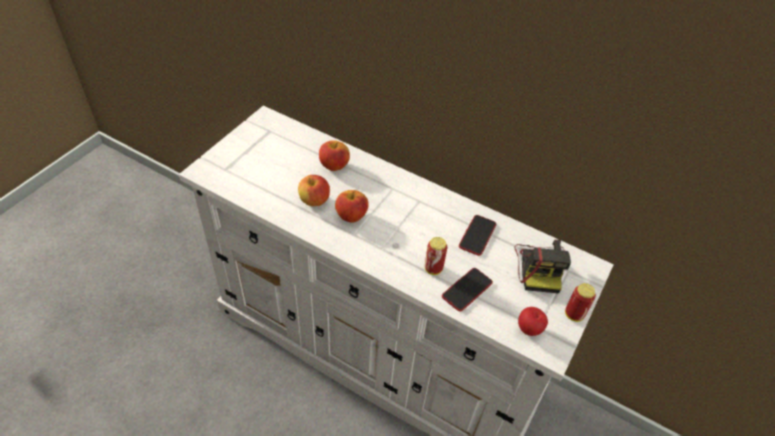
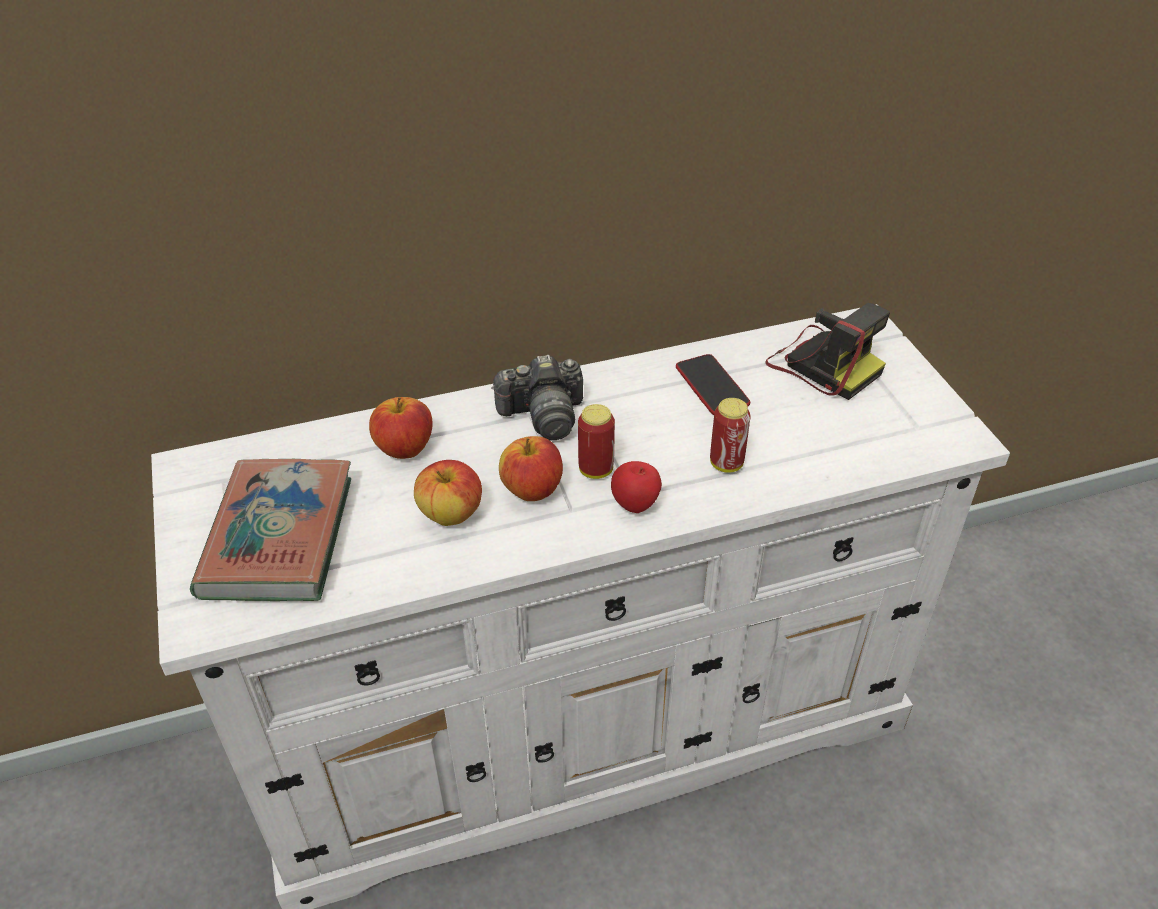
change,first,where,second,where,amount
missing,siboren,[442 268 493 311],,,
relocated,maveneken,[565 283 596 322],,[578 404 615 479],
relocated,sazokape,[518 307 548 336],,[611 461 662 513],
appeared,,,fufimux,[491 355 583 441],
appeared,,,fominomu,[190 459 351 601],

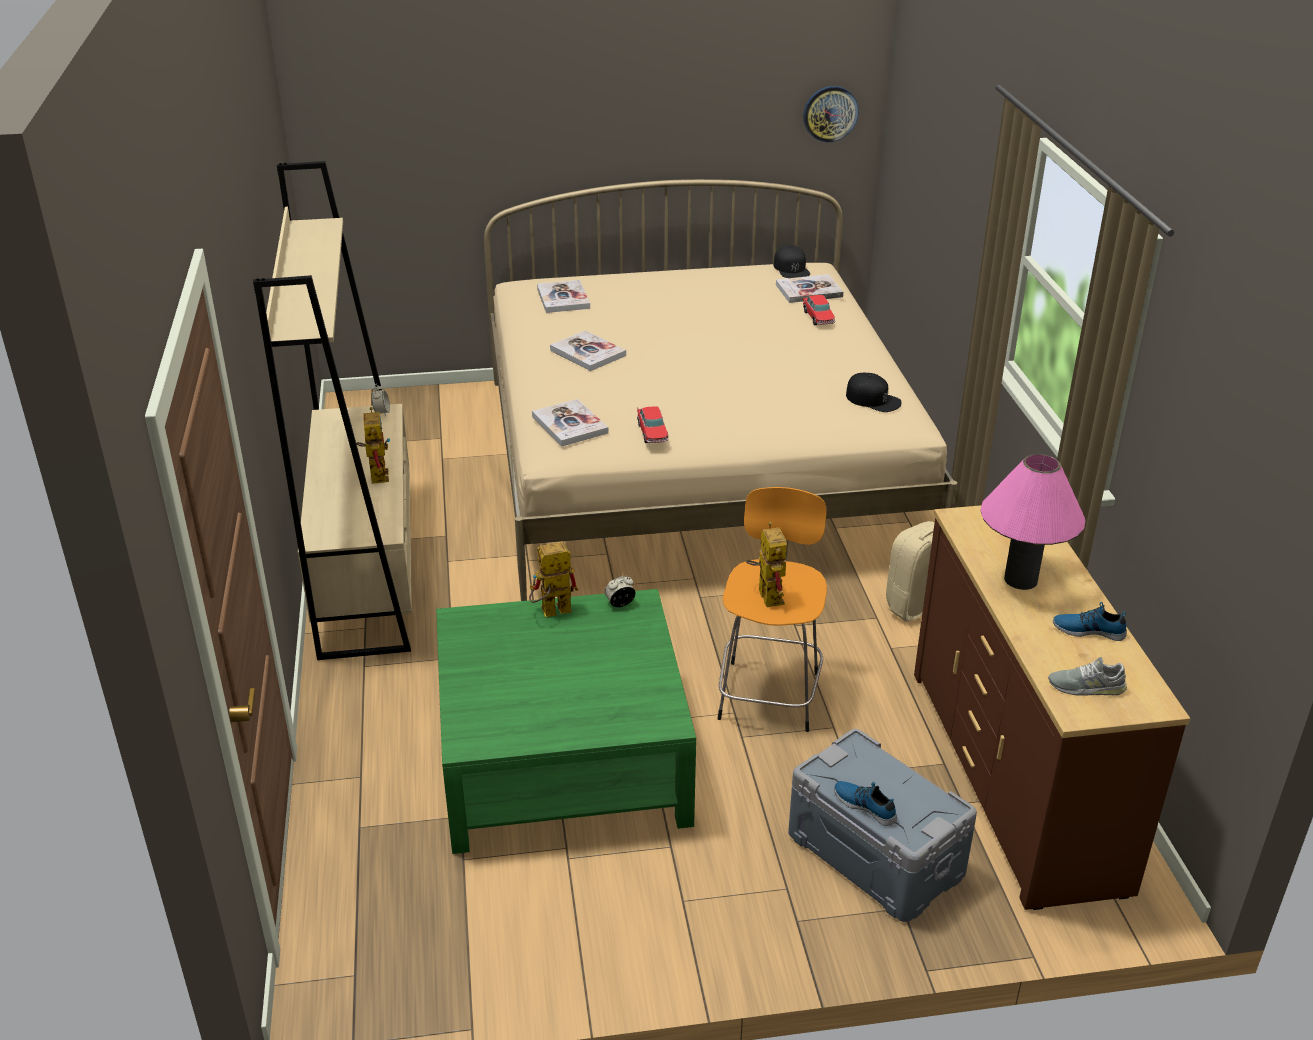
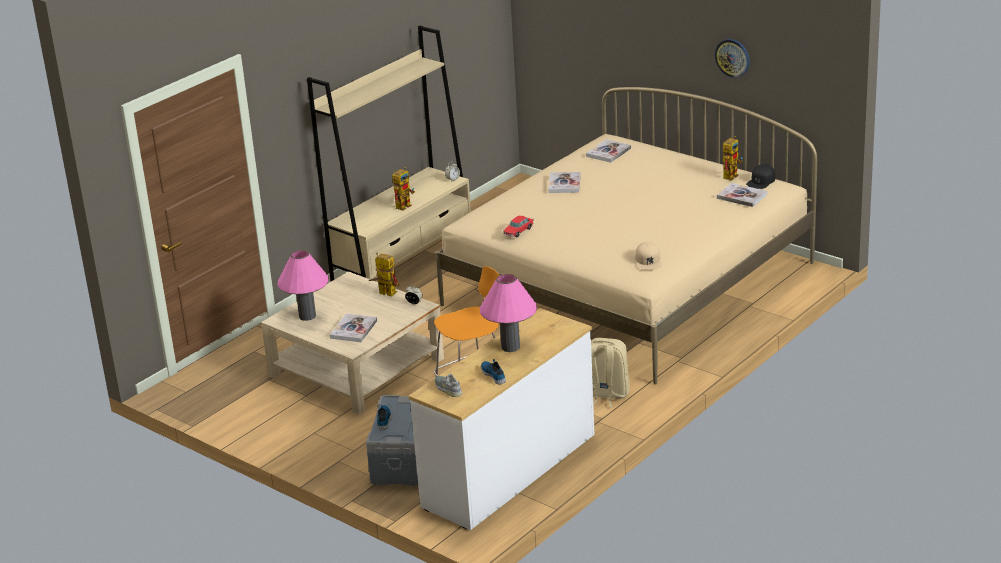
change,first,where,second,where,amount
relocated,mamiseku,[803 86 859 142],,[715 39 750 78],
missing,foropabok,[803 295 835 325],,,
colour,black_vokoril,[846 373 902 412],beige_vokoril,[635 242 662 270],
relocated,fominomu,[532 399 609 446],,[330 314 377 342],
colour,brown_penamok,[914 505 1190 910],white_penamok,[409 308 594 530],
relocated,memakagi,[745 522 787 607],,[723 136 743 181],
colour,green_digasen,[436 589 696 854],beige_digasen,[261 271 444 415],
appeared,,,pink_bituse,[277 250 329 321],

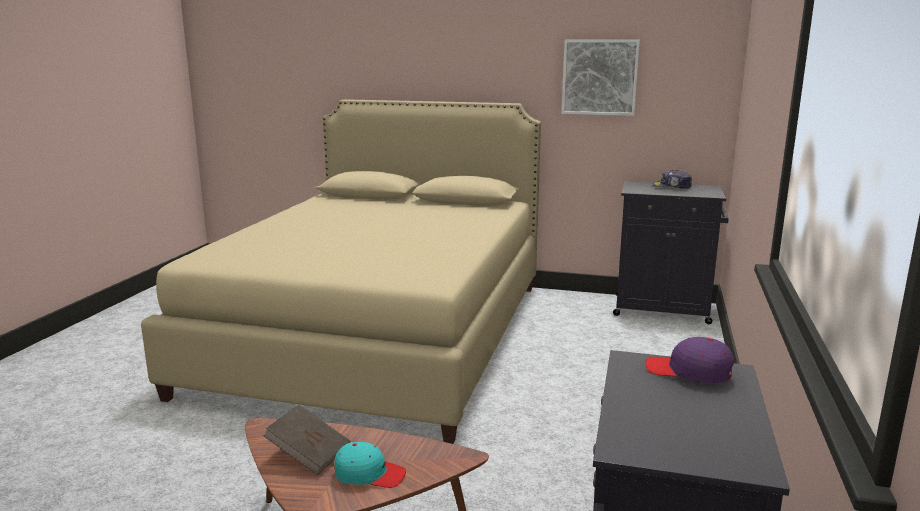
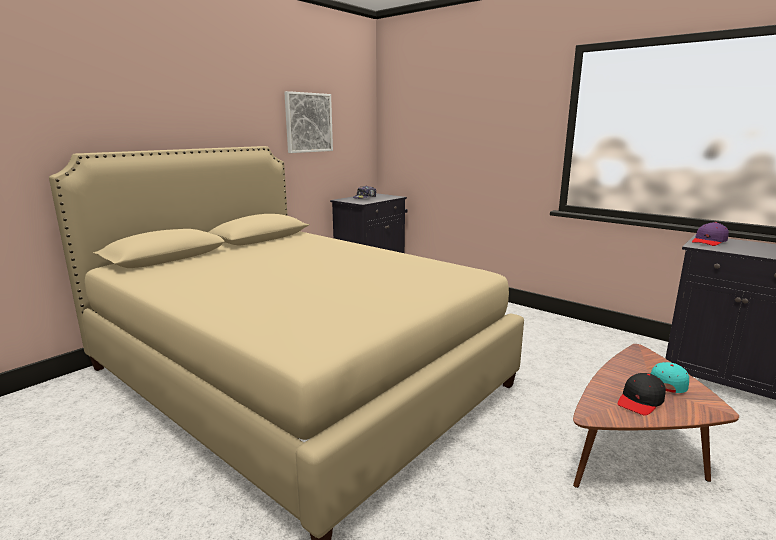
change,first,where,second,where,amount
exchanged,brown_fominomu,[263 404 350 475],black_vokoril,[618 373 666 416],

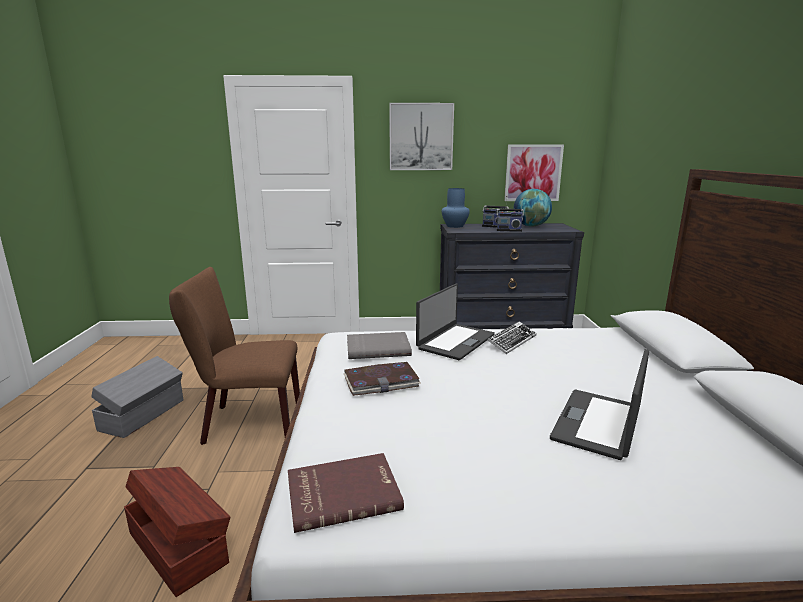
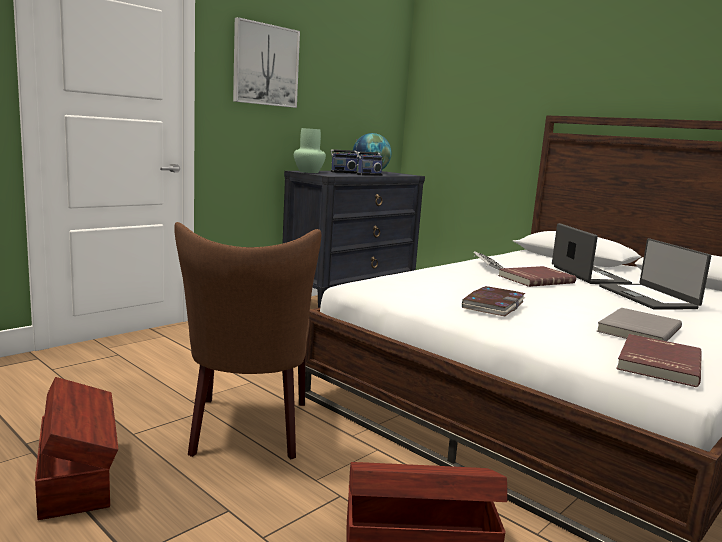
change,first,where,second,where,amount
missing,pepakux,[504 144 564 201],,,
colour,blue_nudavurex,[442 188 470 228],green_nudavurex,[294 128 326 173],
spun,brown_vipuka,[169 267 300 445],,[174 222 321 459],45 degrees counterclockwise
relocated,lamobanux,[416 284 495 360],,[552 223 632 284],
relocated,grey_fominomu,[347 332 412 359],,[597 308 682 341],
colour,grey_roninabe,[91 356 183 438],brown_roninabe,[35 377 118 520],
appeared,,,red_fominomu,[498 266 576 287],

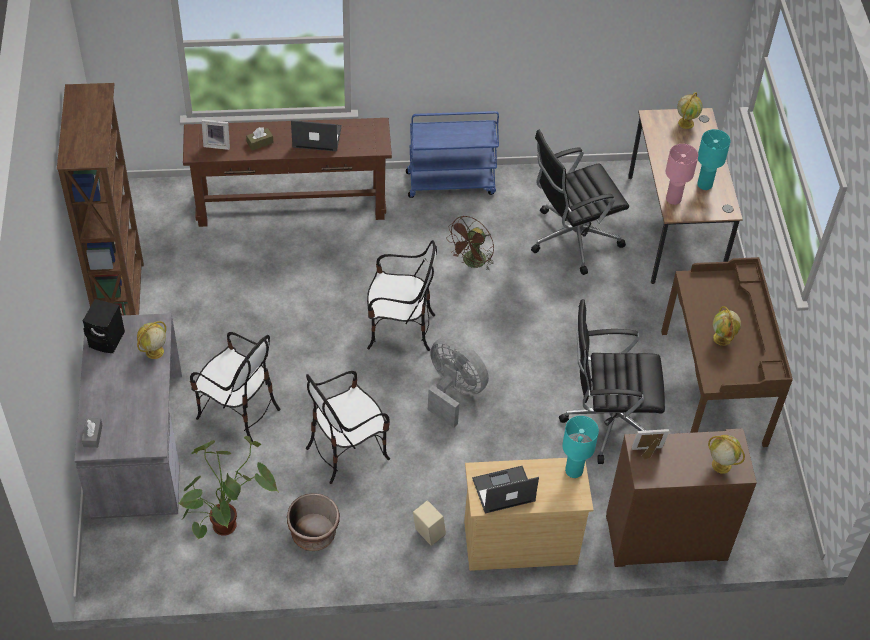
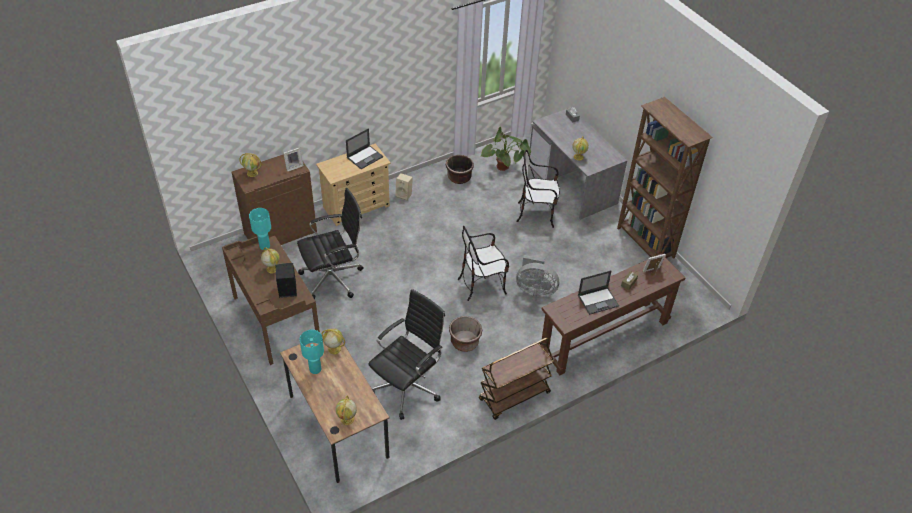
change,first,where,second,where,amount
colour,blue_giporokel,[406 111 499 198],brown_giporokel,[479 338 554 420],
exchanged,pink_bituse,[666 144 698 205],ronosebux,[322 328 345 354],
exchanged,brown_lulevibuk,[446 216 494 270],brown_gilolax,[449 316 482 352],
relocated,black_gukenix,[83 299 125 353],,[275 263 297 298],
relocated,grey_lulevibuk,[428 336 489 428],,[516 255 559 297],
missing,vipuka,[306 371 390 484],,,
relocated,turquoise_bituse,[562 416 599 478],,[249 208 271 250],

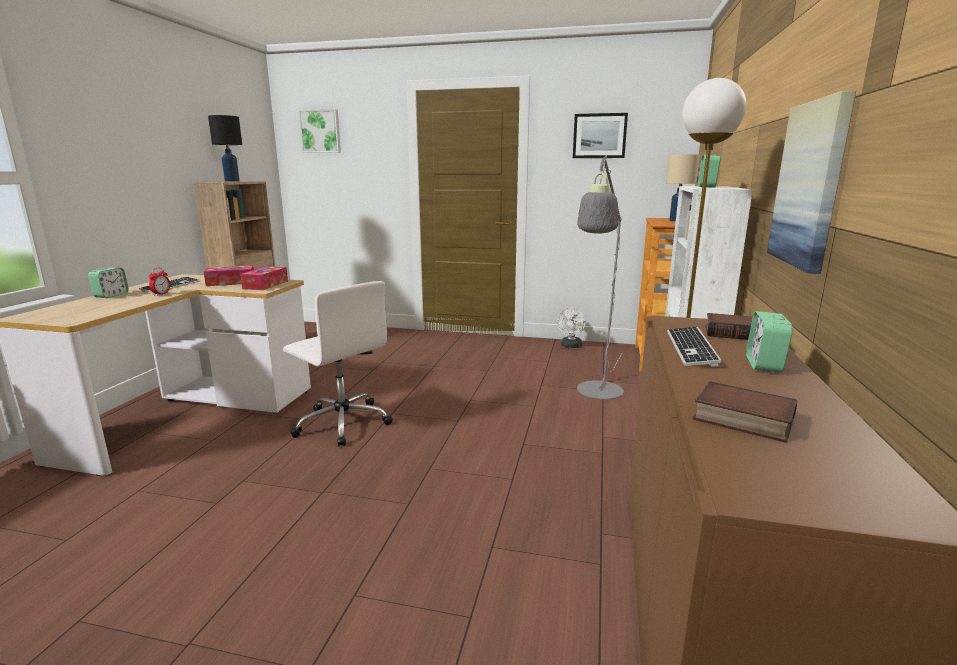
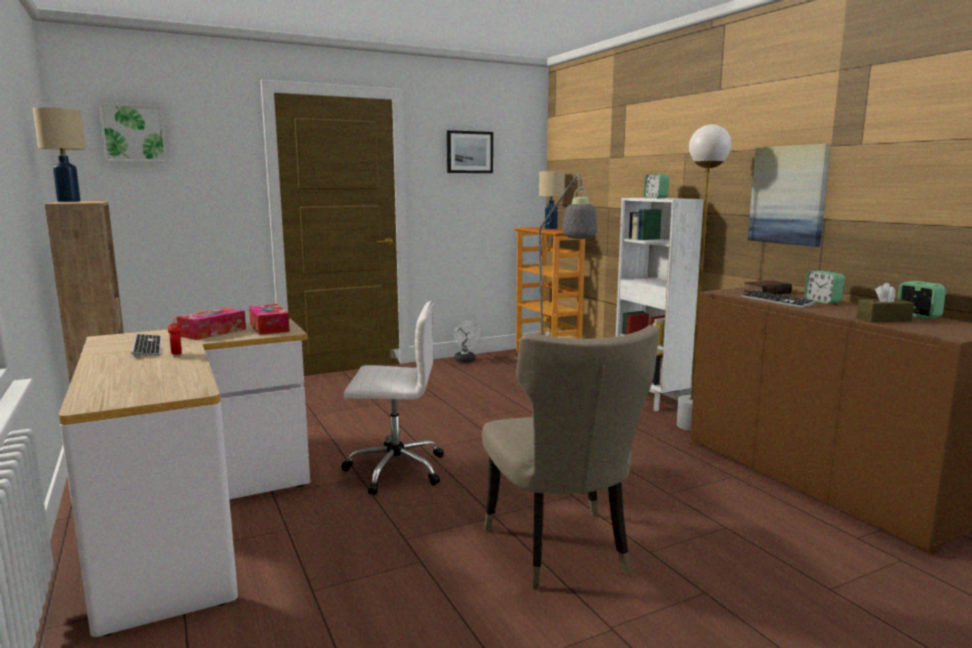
change,first,where,second,where,amount
colour,black_bituse,[208 115 242 181],beige_bituse,[33 107 86 202],
relocated,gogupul,[88 267 129 298],,[897 281 946 319],
exchanged,fominomu,[693 381 797 443],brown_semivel,[857 283 914 322],
appeared,,,beige_vipuka,[482 325 659 590],

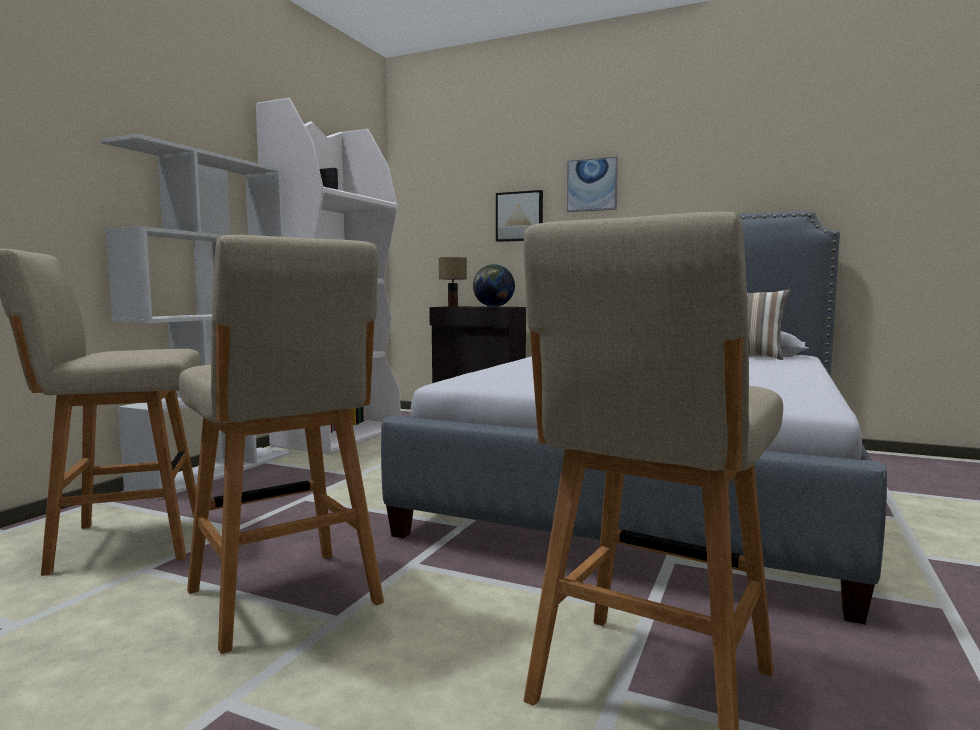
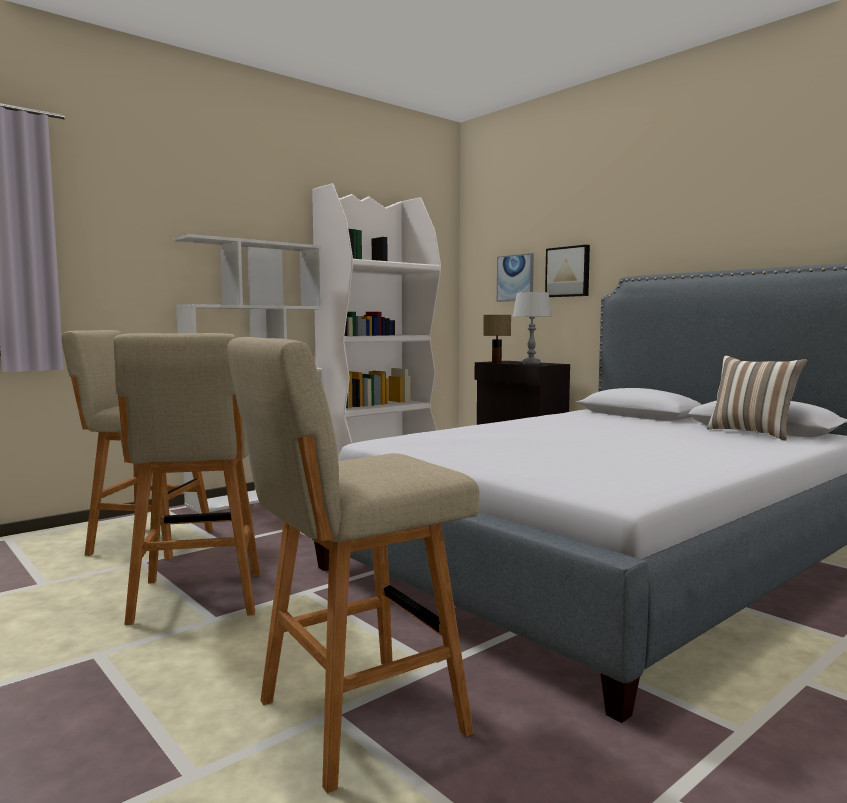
change,first,where,second,where,amount
relocated,pepakux,[567 156 618 212],,[497 253 534 302],
exchanged,ronosebux,[473 264 515 307],grey_bituse,[512 292 552 365],

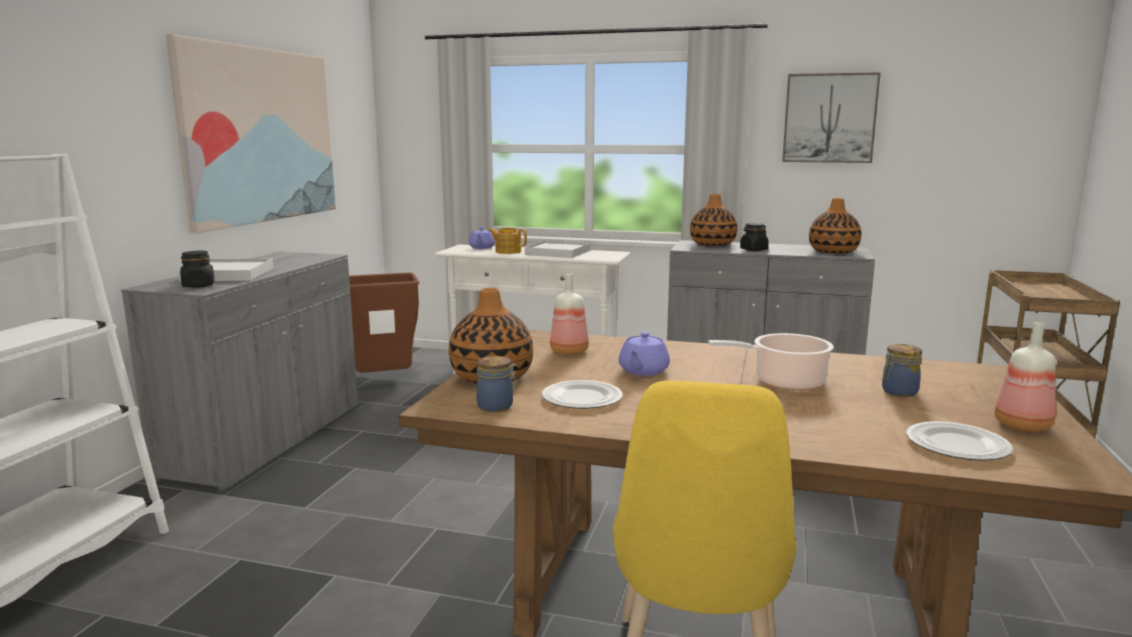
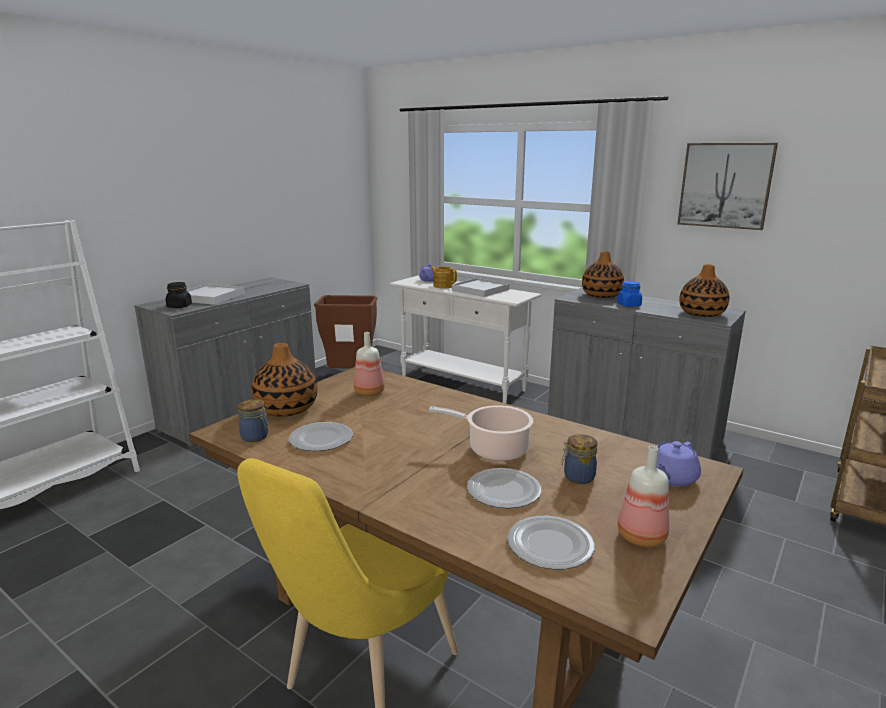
change,first,where,second,where,amount
missing,pepakux,[166 34 336 234],,,
colour,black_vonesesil,[740 223 769 251],blue_vonesesil,[617 281 642 307],
relocated,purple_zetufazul,[619 332 670 376],,[657 441 701 487],
appeared,,,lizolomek,[467 468 542 508],

